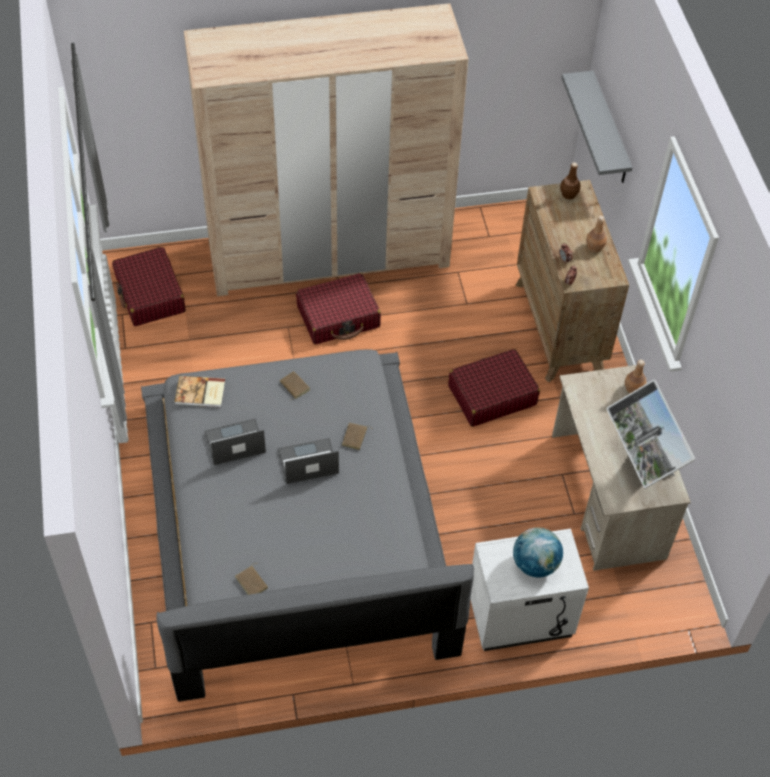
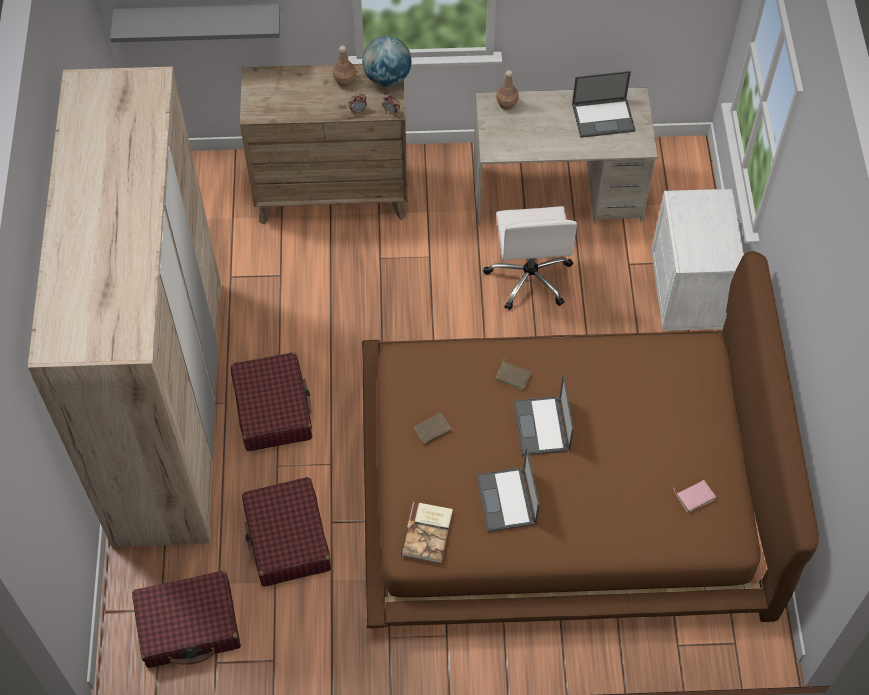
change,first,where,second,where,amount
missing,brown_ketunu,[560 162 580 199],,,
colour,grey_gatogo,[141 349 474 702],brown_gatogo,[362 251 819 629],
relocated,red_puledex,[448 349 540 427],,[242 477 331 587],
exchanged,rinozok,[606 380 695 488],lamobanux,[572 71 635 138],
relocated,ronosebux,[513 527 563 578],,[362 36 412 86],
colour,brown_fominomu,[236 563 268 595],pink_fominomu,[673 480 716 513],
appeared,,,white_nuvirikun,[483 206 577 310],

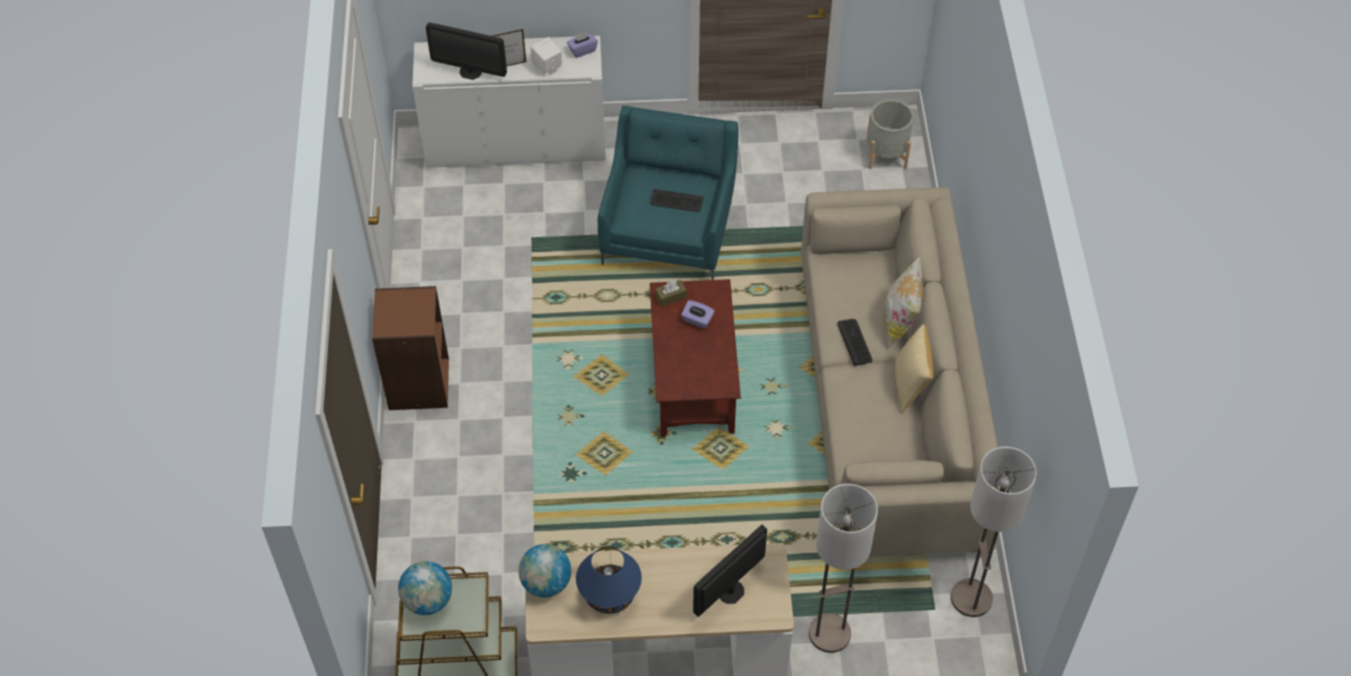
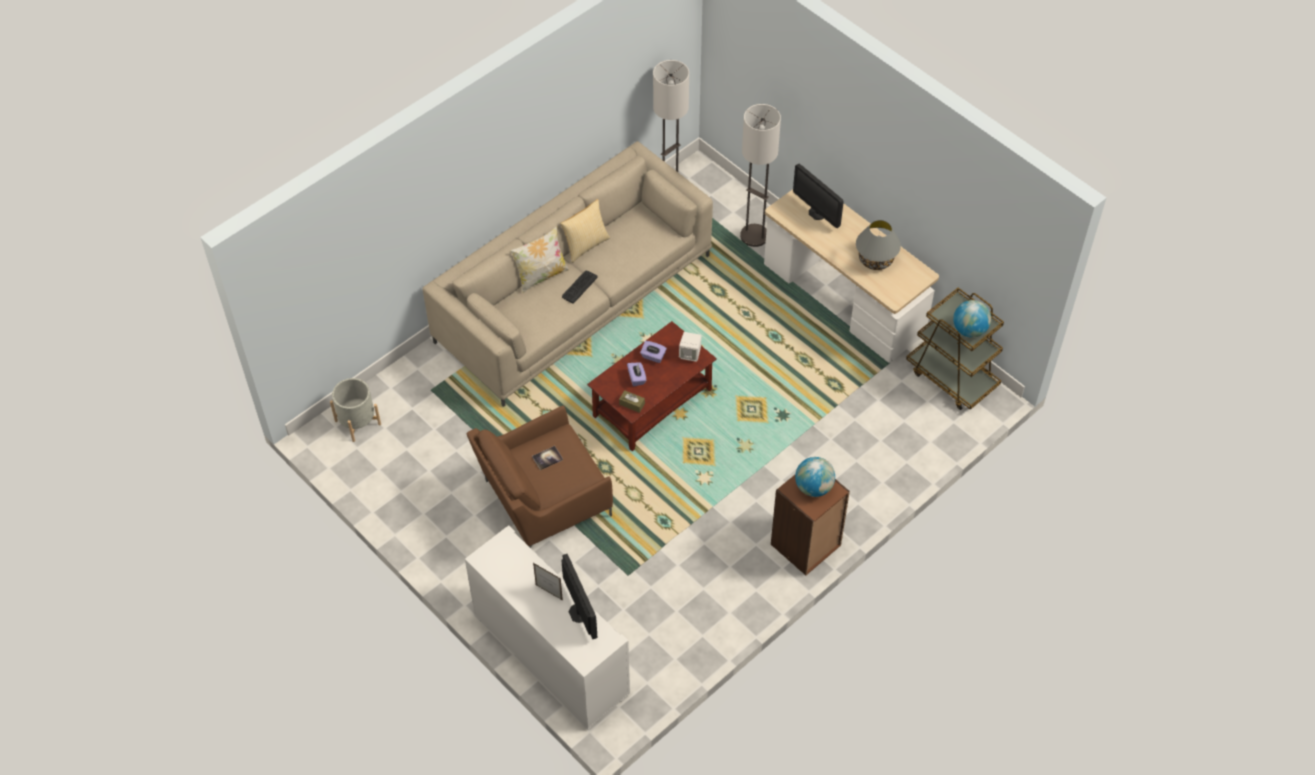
change,first,where,second,where,amount
relocated,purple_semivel,[567 32 598 58],,[640 341 667 363],
relocated,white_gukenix,[531 37 562 76],,[679 332 702 362],
colour,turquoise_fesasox,[598 106 738 280],brown_fesasox,[467 406 613 548],
exchanged,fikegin,[650 189 703 212],fominomu,[532 446 563 470],
spun,rinozok,[693 525 767 617],,[793 164 844 228],45 degrees clockwise
relocated,ronosebux,[518 544 571 597],,[795 457 835 497],
colour,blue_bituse,[576 546 642 614],grey_bituse,[856 220 901 270],

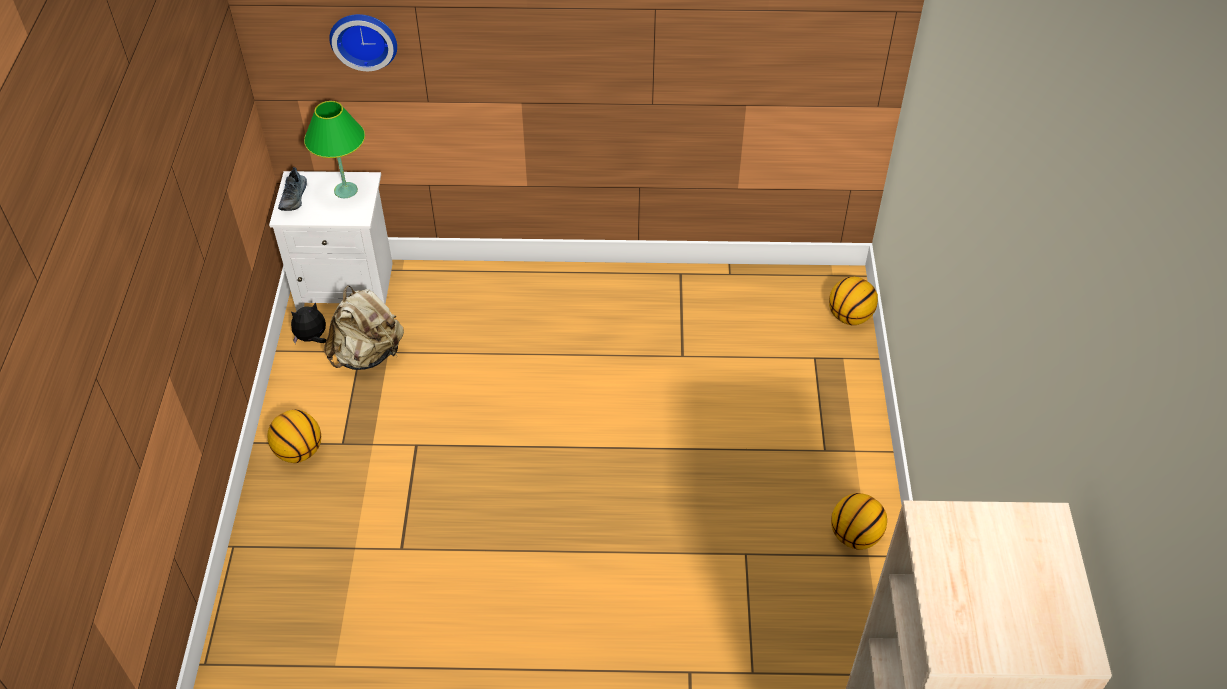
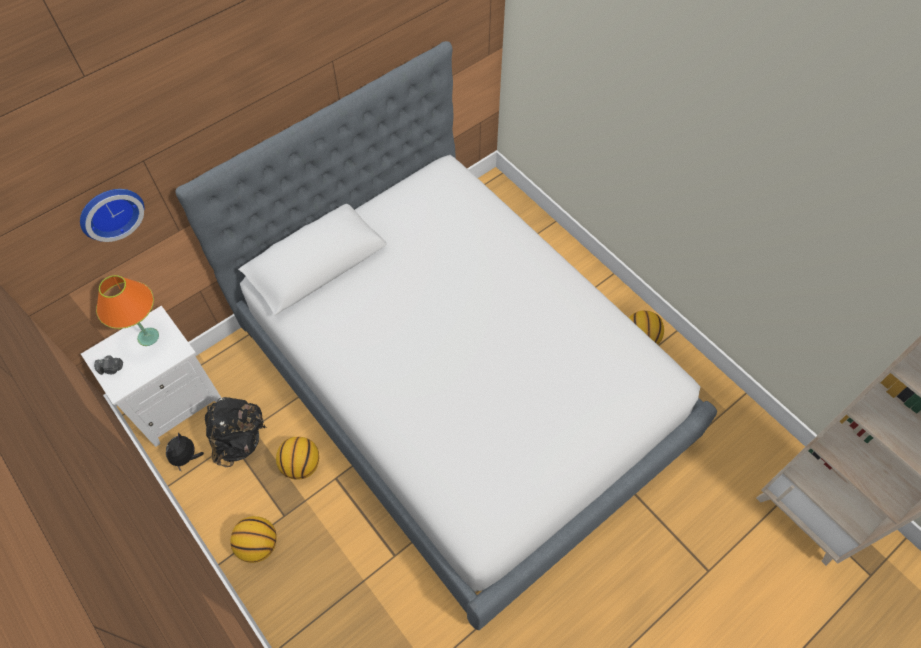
change,first,where,second,where,amount
colour,green_bituse,[304 101 365 198],orange_bituse,[96 275 159 346],
exchanged,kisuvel,[278 167 307 211],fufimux,[94 355 123 375],
relocated,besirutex,[829 277 878 325],,[276 437 319 480],
colour,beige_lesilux,[324 285 404 370],black_lesilux,[205 397 266 467],
appeared,,,gatogo,[175 41 717 630],

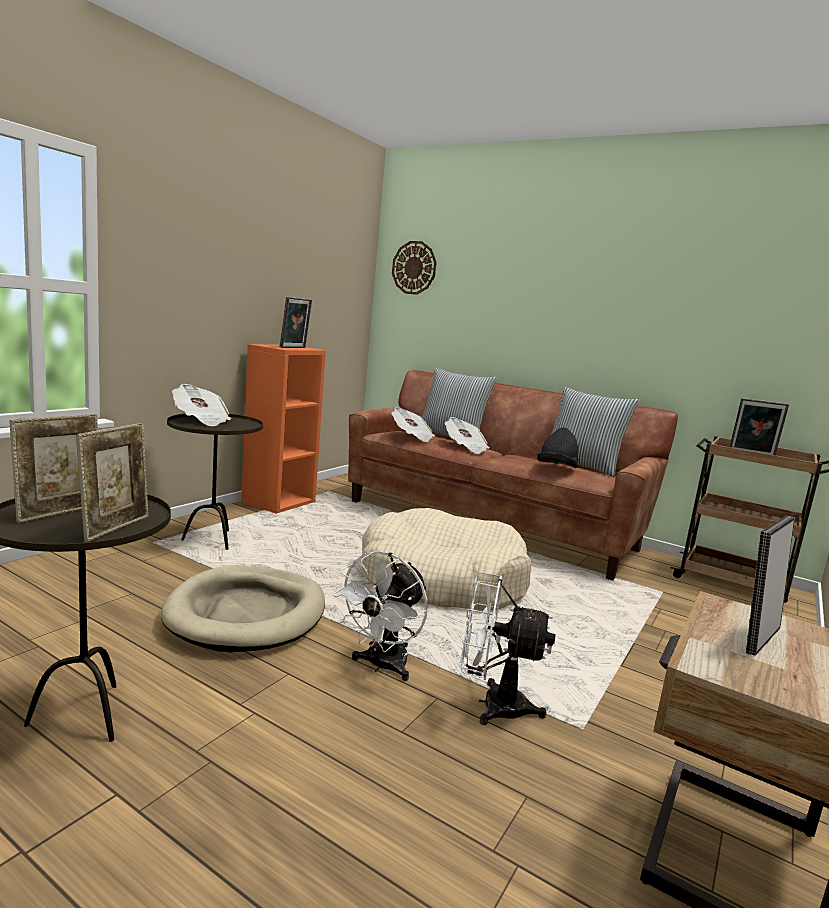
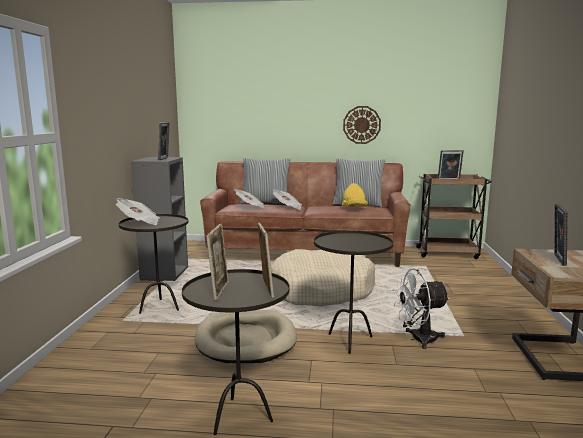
change,first,where,second,where,amount
relocated,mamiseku,[392 241 437 295],,[343 106 381 144],
colour,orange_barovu,[241 344 326 514],grey_barovu,[131 157 188 281],
colour,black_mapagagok,[537 427 579 468],yellow_mapagagok,[342 183 368 207],
exchanged,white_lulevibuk,[333 551 428 681],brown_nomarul,[314 231 393 354],

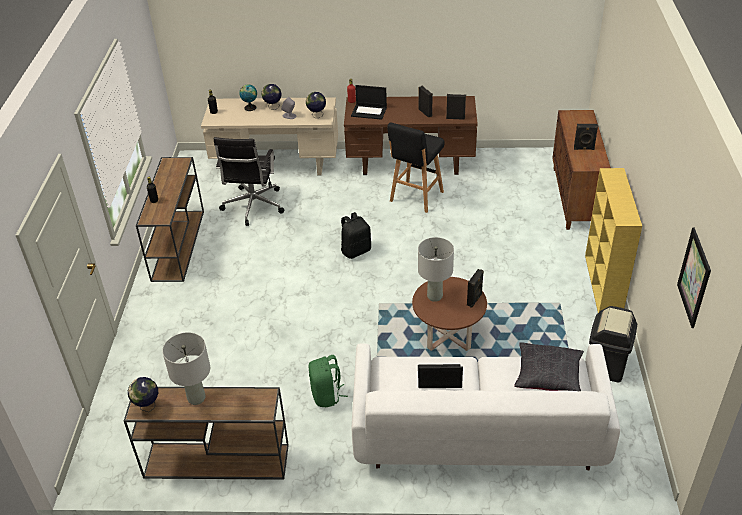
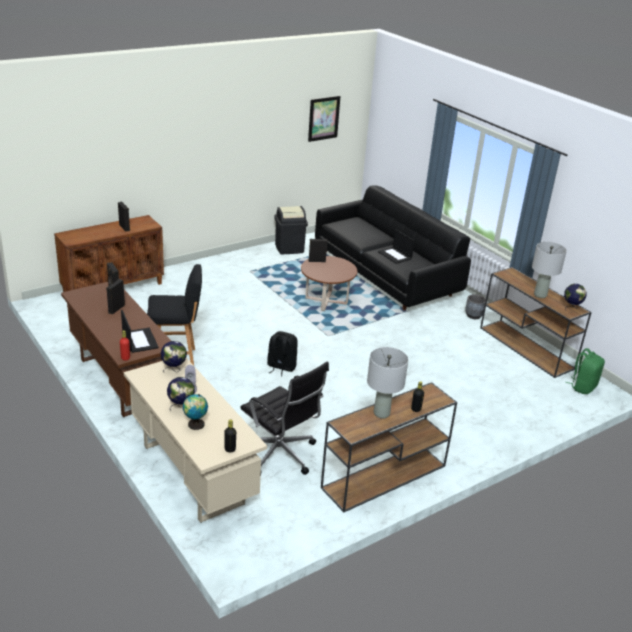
change,first,where,second,where,amount
spun,black_nuvirikun,[214 137 284 226],,[240 362 329 475],75 degrees clockwise
missing,yellow_barovu,[585 168 642 313],,,
relocated,grey_bituse,[418 237 454 302],,[367 347 408 419],
missing,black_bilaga,[514 342 584 391],,,
colour,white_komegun,[352 343 620 470],black_komegun,[315 185 471 311],
relocated,green_lesilux,[309 355 348 407],,[565 348 605 394],
appeared,,,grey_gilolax,[465 294 486 319],

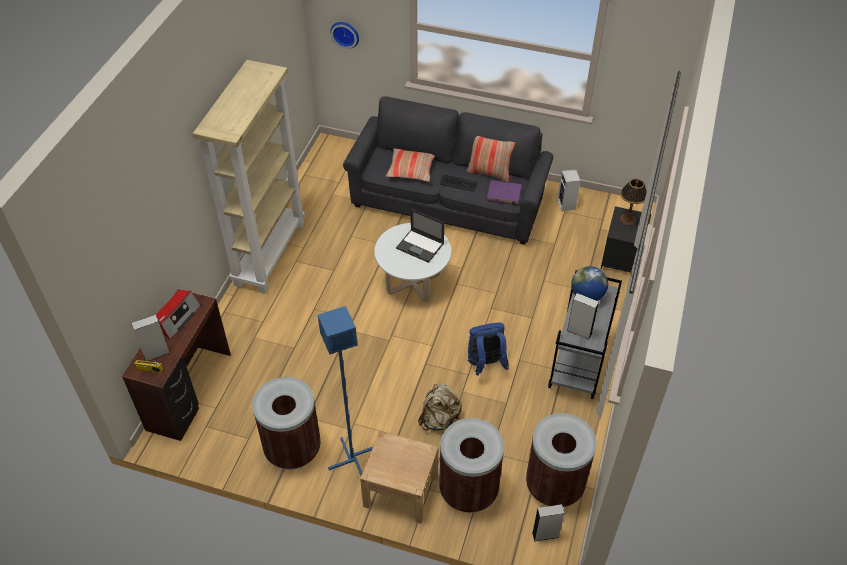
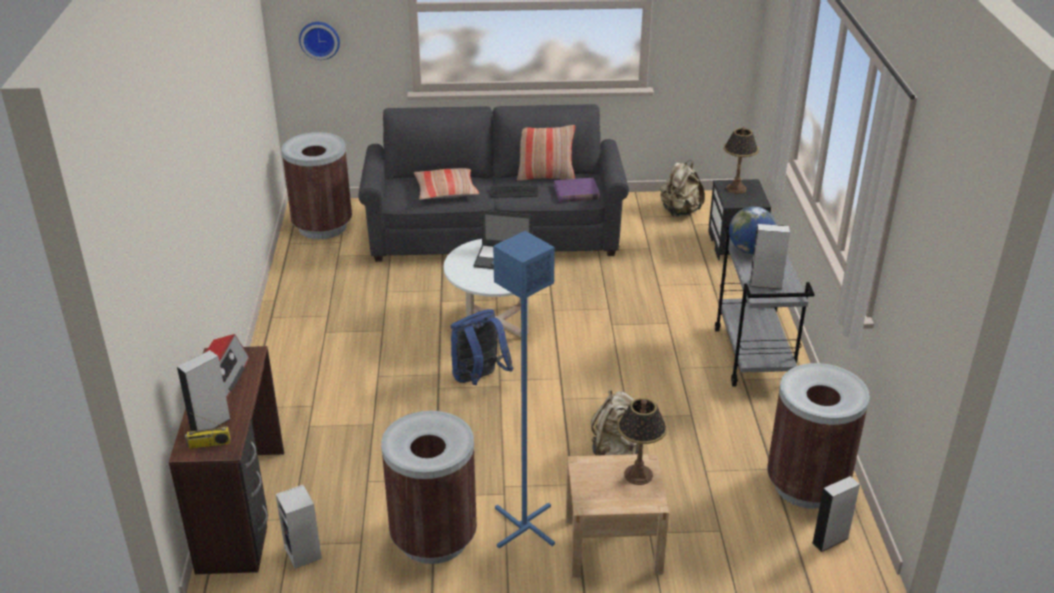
change,first,where,second,where,amount
missing,beige_barovu,[193 60 305 294],,,
relocated,gukenix,[557 170 581 211],,[276 485 322 569],
relocated,blue_lesilux,[467 322 509 376],,[450 309 514 385],
relocated,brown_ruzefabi,[439 418 504 513],,[281 132 352 239],
appeared,,,beige_lesilux,[660 160 705 216],
appeared,,,bituse,[617 398 667 485],

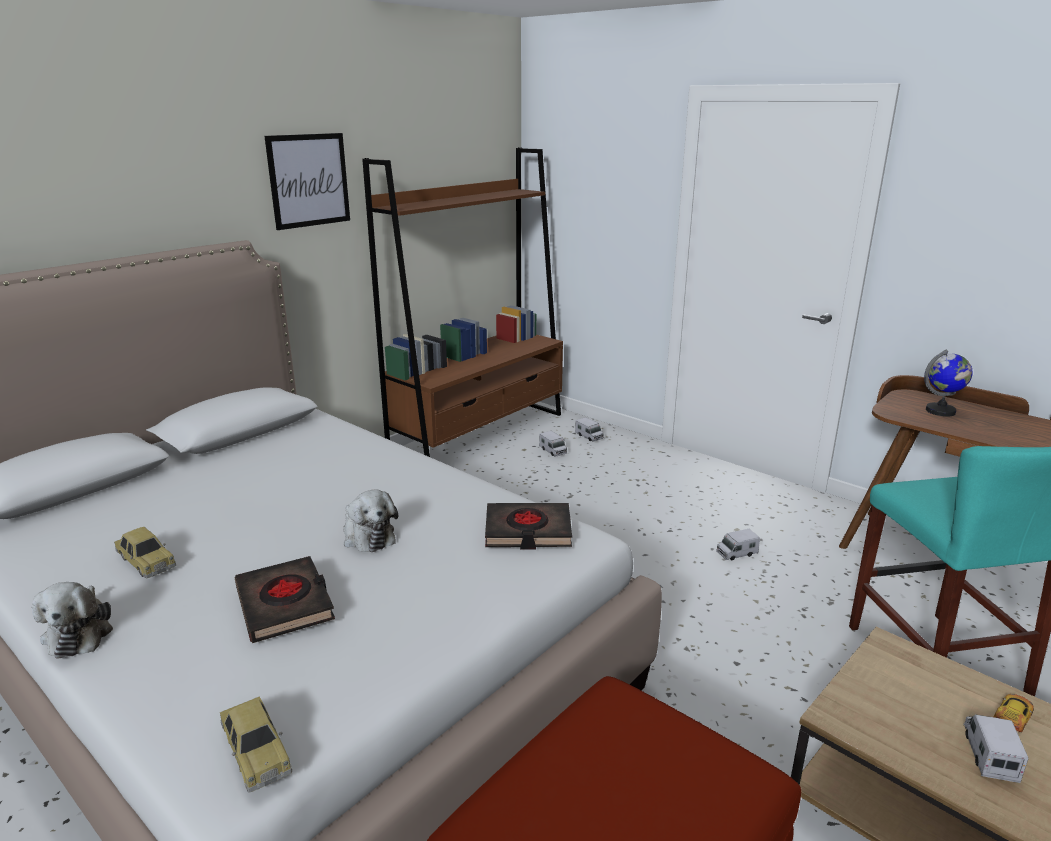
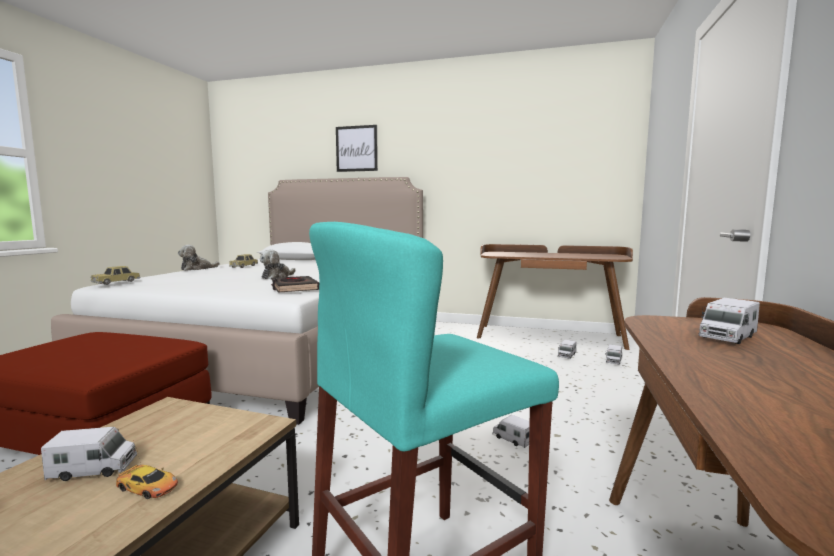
change,first,where,second,where,amount
relocated,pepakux,[264 133 350 230],,[336 125 378 172],
exchanged,brown_barovu,[362 147 563 457],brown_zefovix,[477 244 633 350],
exchanged,ronosebux,[924 350 973 417],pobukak,[699 298 760 344],
missing,black_fominomu,[234 556 335 643],,,

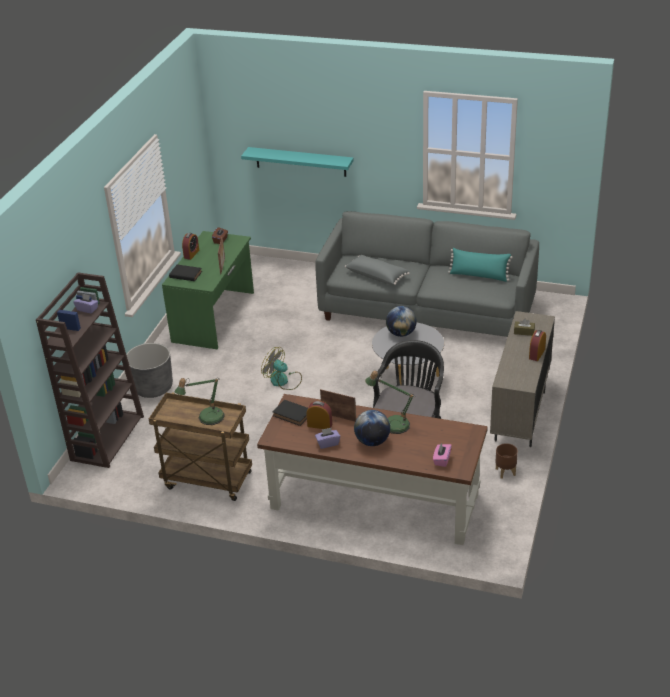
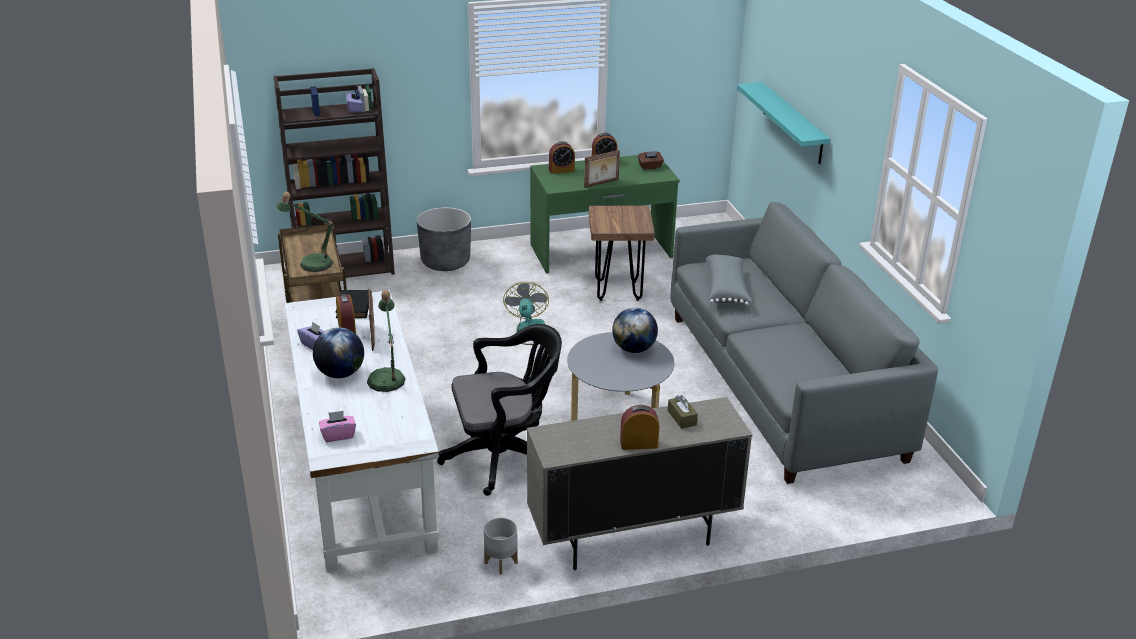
change,first,where,second,where,amount
missing,turquoise_bilaga,[448 248 513 282],,,
exchanged,black_fominomu,[169 265 202 281],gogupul,[549 141 575 174],
colour,brown_zefovix,[257 394 488 545],white_zefovix,[285 290 439 572],
colour,brown_gilolax,[496 443 518 479],grey_gilolax,[484 517 518 575],
appeared,,,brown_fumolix,[589 206 655 301],

